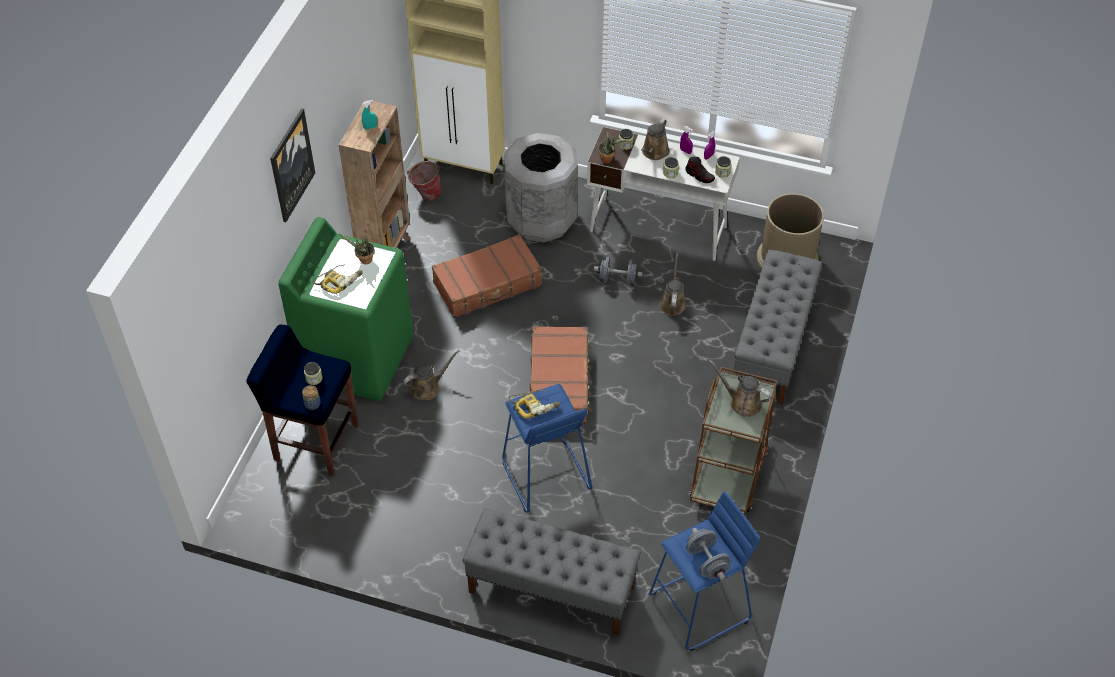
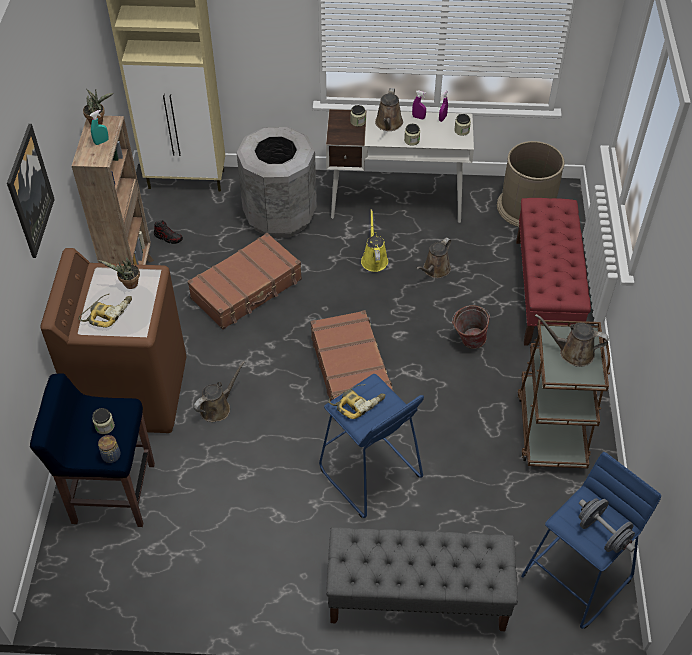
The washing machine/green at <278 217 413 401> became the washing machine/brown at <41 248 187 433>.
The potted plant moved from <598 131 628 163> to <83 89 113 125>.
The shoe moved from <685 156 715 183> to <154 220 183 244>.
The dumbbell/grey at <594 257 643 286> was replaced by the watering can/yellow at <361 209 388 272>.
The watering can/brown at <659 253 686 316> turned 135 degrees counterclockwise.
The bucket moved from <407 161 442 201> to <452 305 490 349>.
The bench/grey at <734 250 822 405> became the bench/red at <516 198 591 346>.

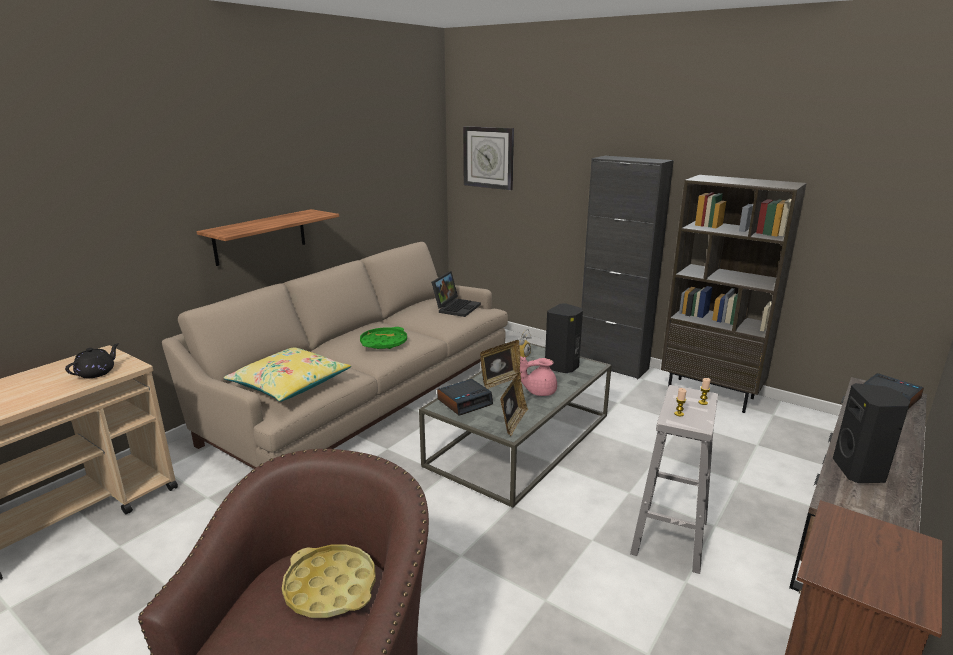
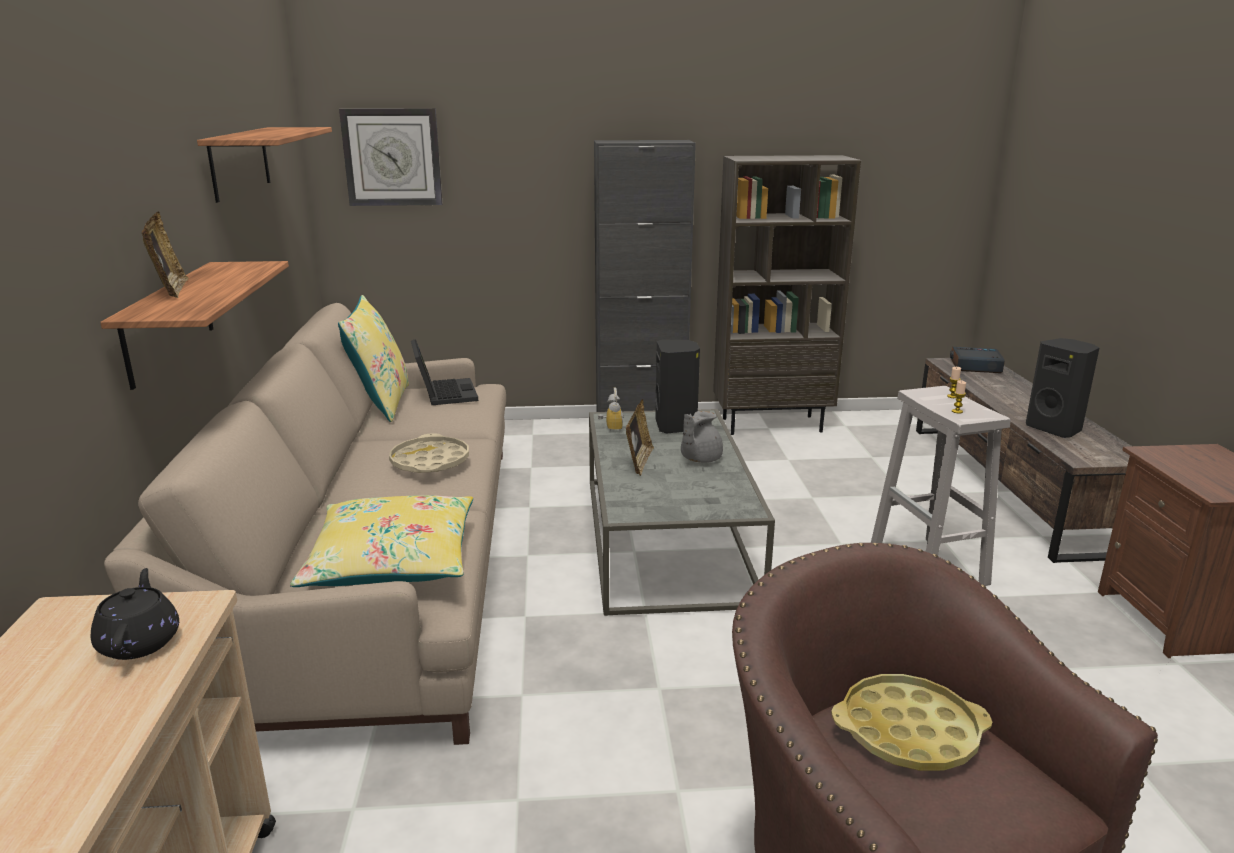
The picture frame moved from <500 372 528 436> to <141 211 189 298>.
The shelf at <197 127 332 203> appeared.
The pillow/yellow at <338 295 409 422> appeared.
The tray/green at <360 327 407 349> became the tray/beige at <389 433 469 473>.
The teapot/pink at <520 356 557 396> became the teapot/grey at <681 411 723 463>.
The alarm clock at <437 379 493 416> disappeared.

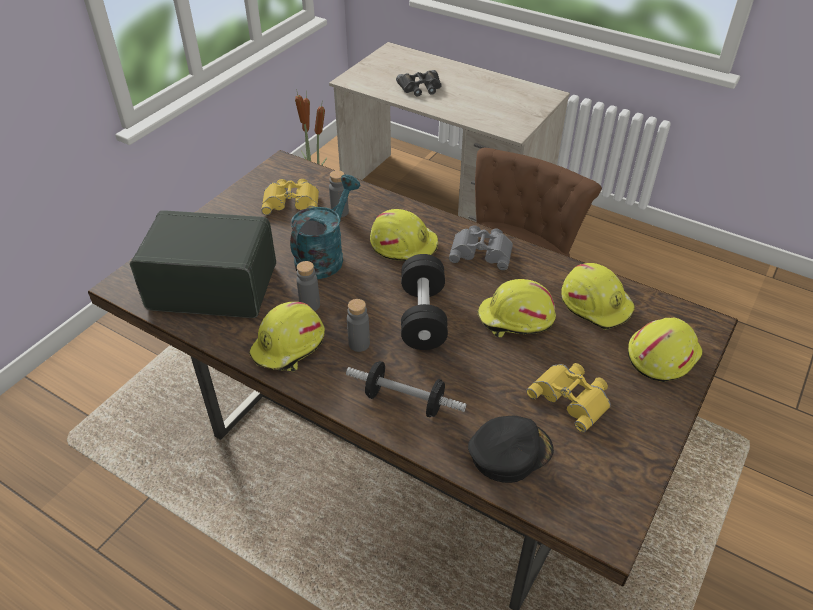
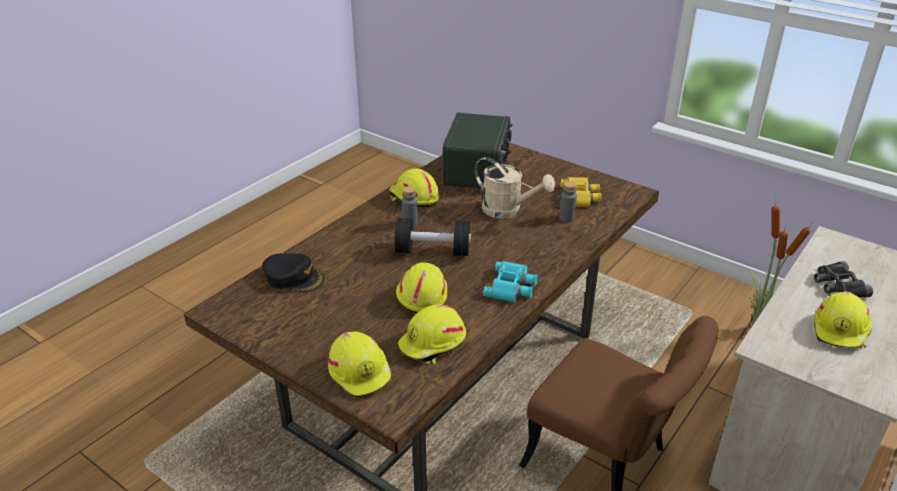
The cap/black at <468 416 554 483> turned 45 degrees counterclockwise.
The watering can/turquoise at <290 174 361 279> became the watering can/beige at <475 157 555 219>.
The binoculars/grey at <449 225 513 270> became the binoculars/turquoise at <483 261 538 303>.
The hard hat/yellow moved from <370 209 438 261> to <814 291 872 348>.
The bottle/grey at <296 261 320 311> disappeared.
The dumbbell at <346 361 467 418> disappeared.
The binoculars/yellow at <526 363 611 432> disappeared.

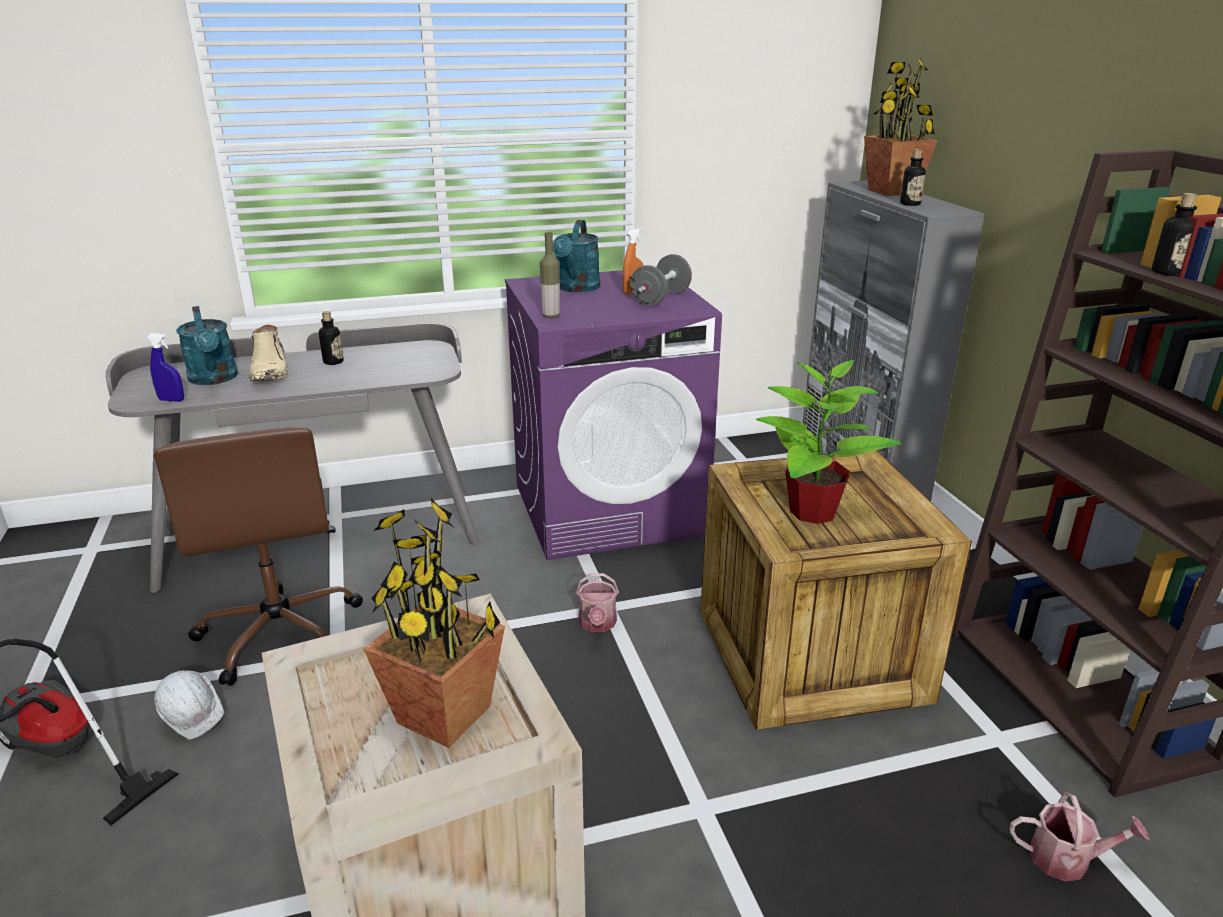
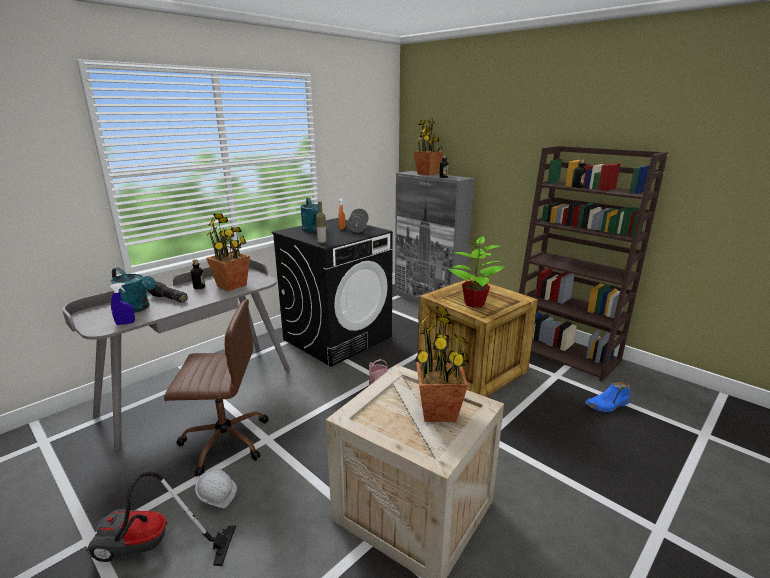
The boot/beige at <249 325 288 382> was replaced by the flashlight at <148 282 188 303>.
The office chair/brown at <154 427 363 686> turned 45 degrees counterclockwise.
The potted plant at <206 213 250 291> appeared.
The washing machine/purple at <505 270 722 560> became the washing machine/black at <272 218 393 367>.
The watering can at <1009 792 1150 881> was replaced by the boot/blue at <585 382 630 412>.

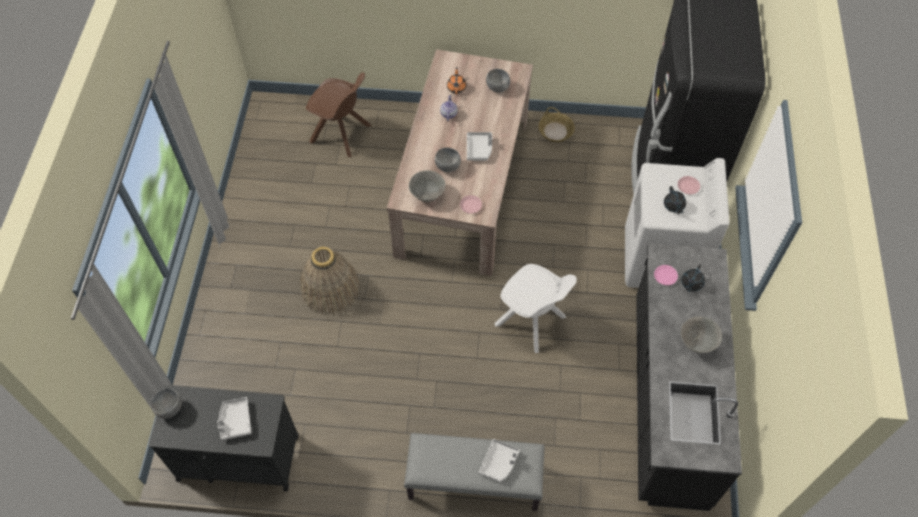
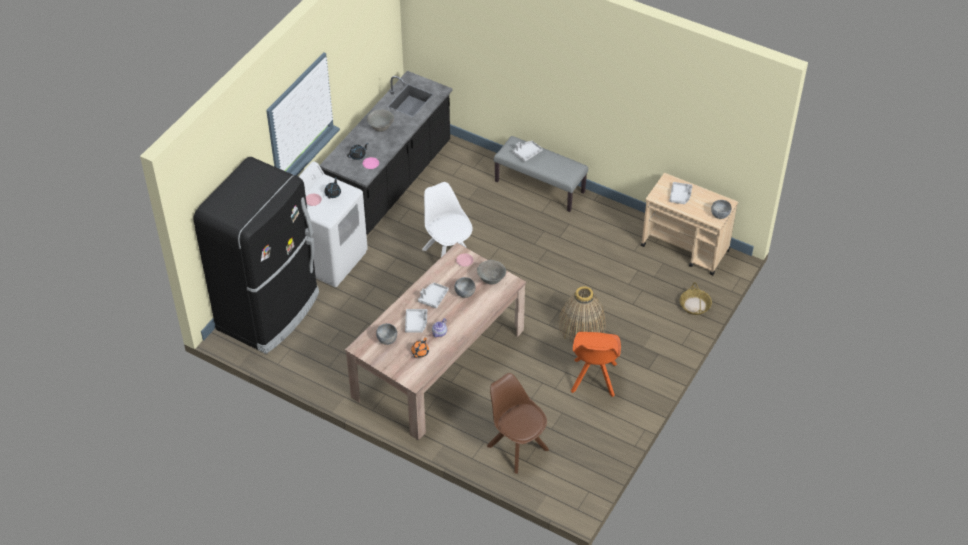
The tray/grey at <405 309 427 333> appeared.
The chair/orange at <571 332 621 397> appeared.
The cart/black at <149 385 299 492> became the cart/beige at <641 173 738 275>.
The basket moved from <539 107 575 142> to <680 282 712 315>.

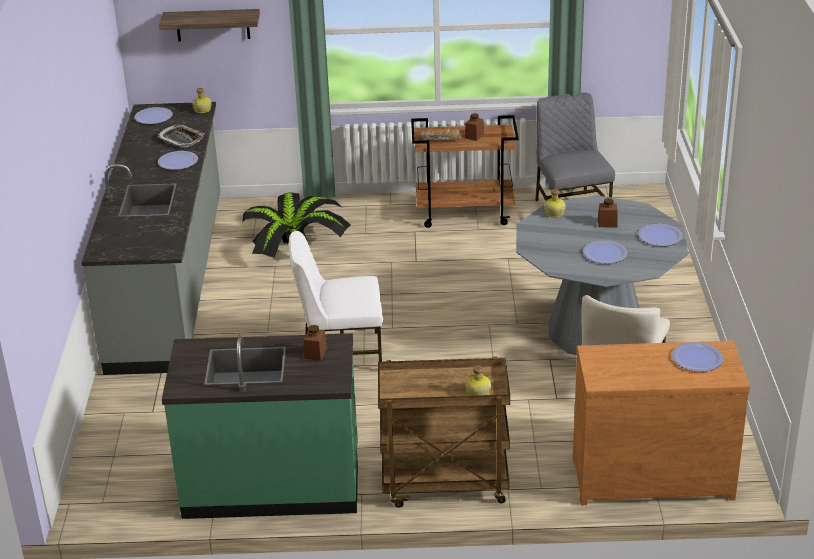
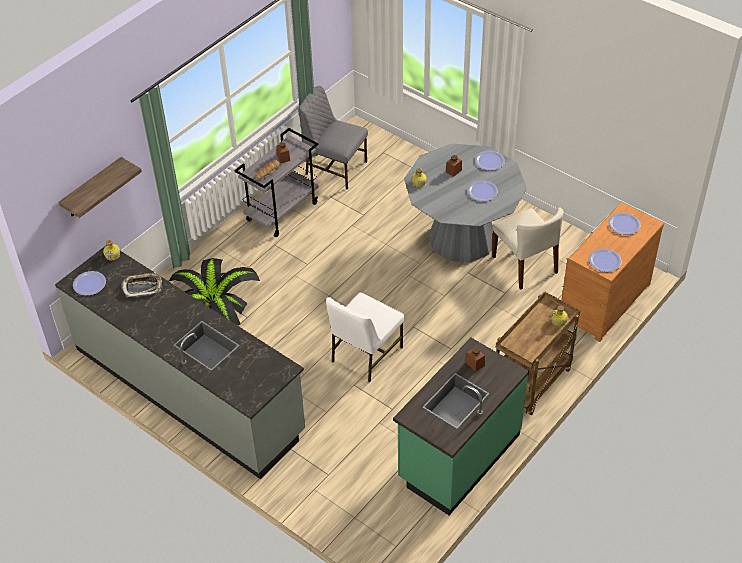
The cart/brown at <411 115 519 228> became the cart/grey at <234 128 319 237>.
The plate moved from <158 151 198 170> to <589 248 622 272>.

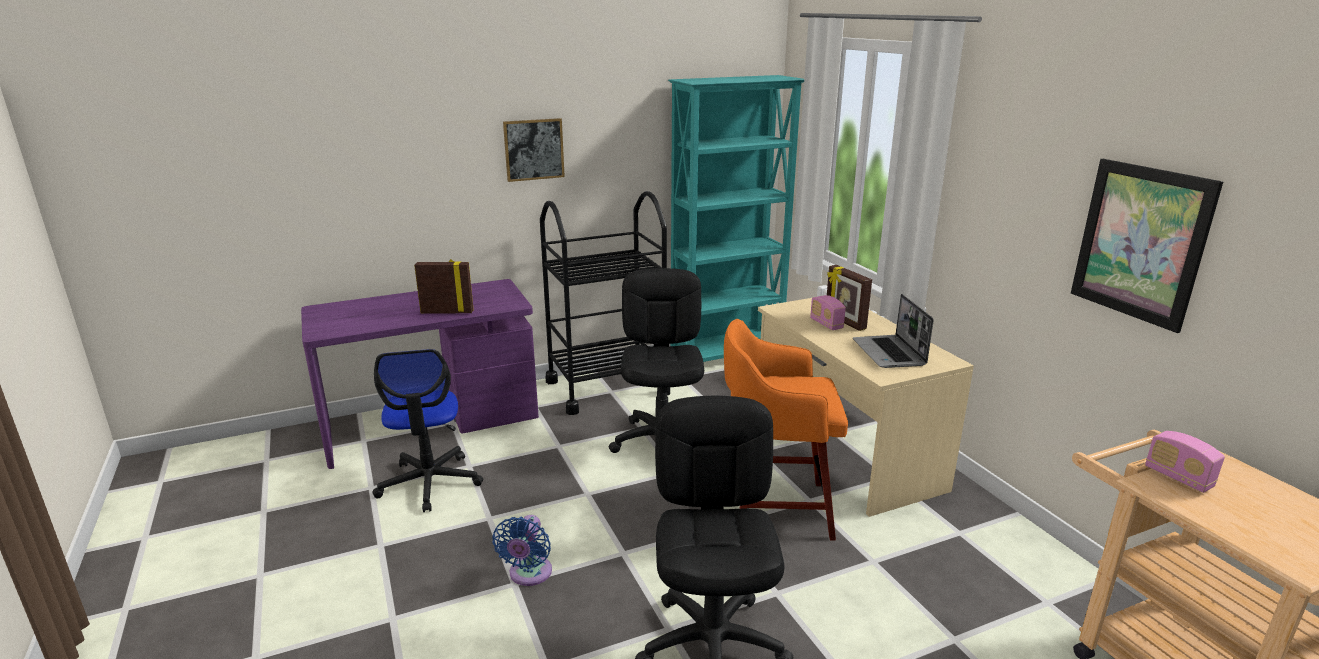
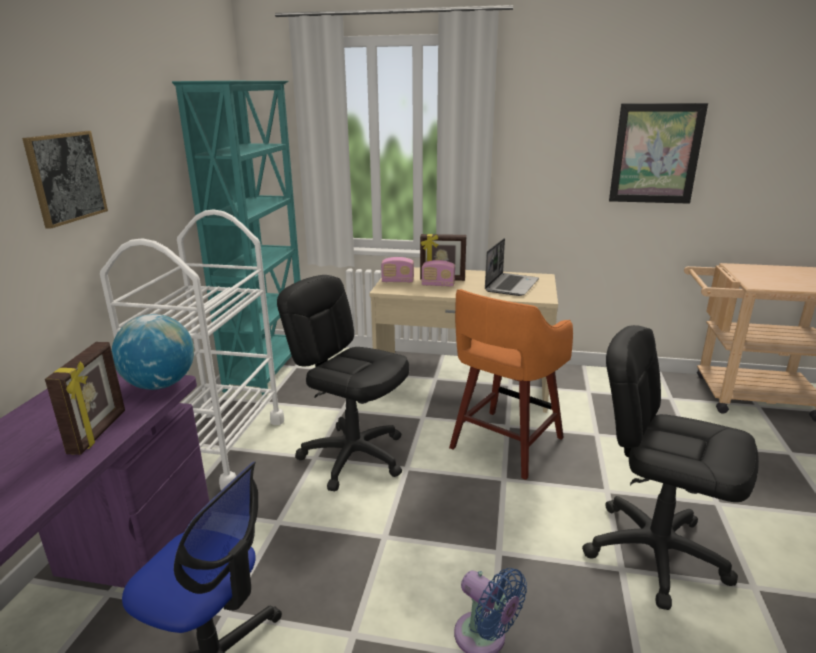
The picture frame at <414 259 474 314> turned 150 degrees clockwise.
The cart/black at <540 191 670 415> became the cart/white at <100 209 284 490>.
The globe at <112 314 194 390> appeared.
The radio moved from <1145 431 1225 493> to <381 257 414 283>.
The laptop at <853 294 934 368> turned 90 degrees counterclockwise.

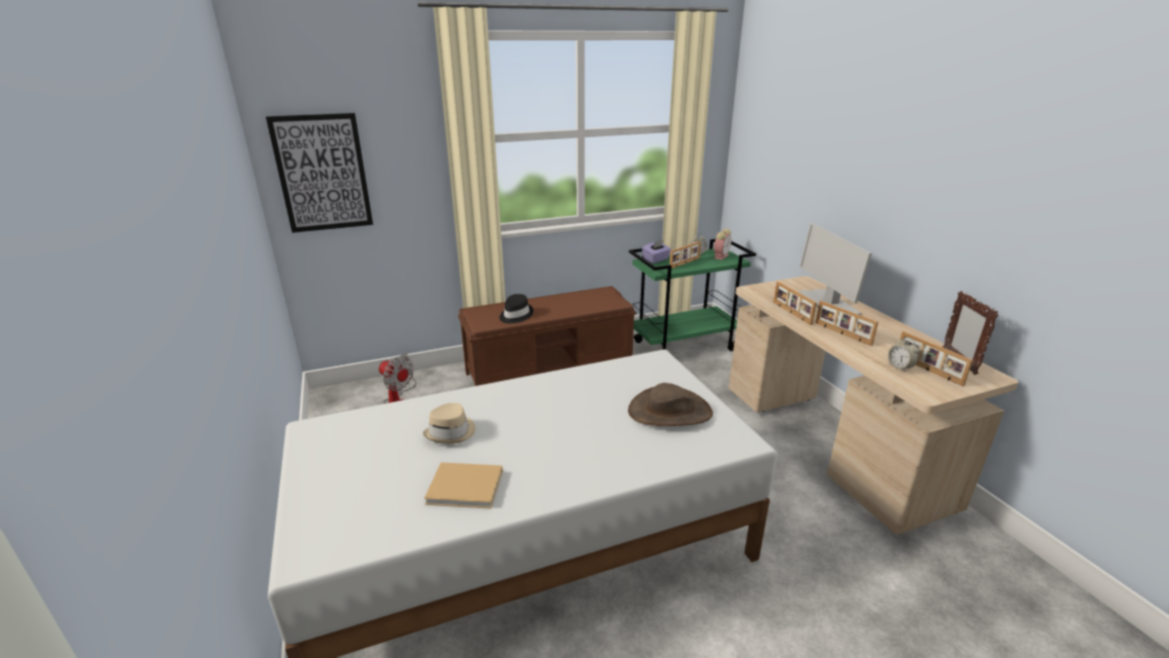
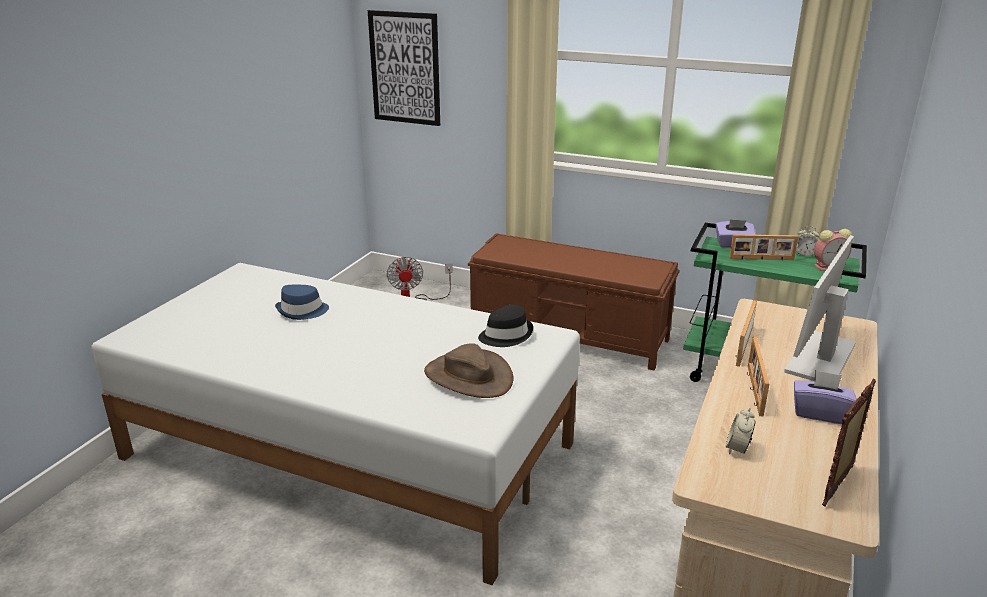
The hat/beige at <423 403 475 444> became the hat/blue at <275 285 329 320>.
The hat/black moved from <500 294 533 324> to <478 304 533 347>.
The tissue box/purple at <794 370 857 424> appeared.
The book/beige at <424 462 503 509> disappeared.
The picture frame at <900 331 973 386> disappeared.

